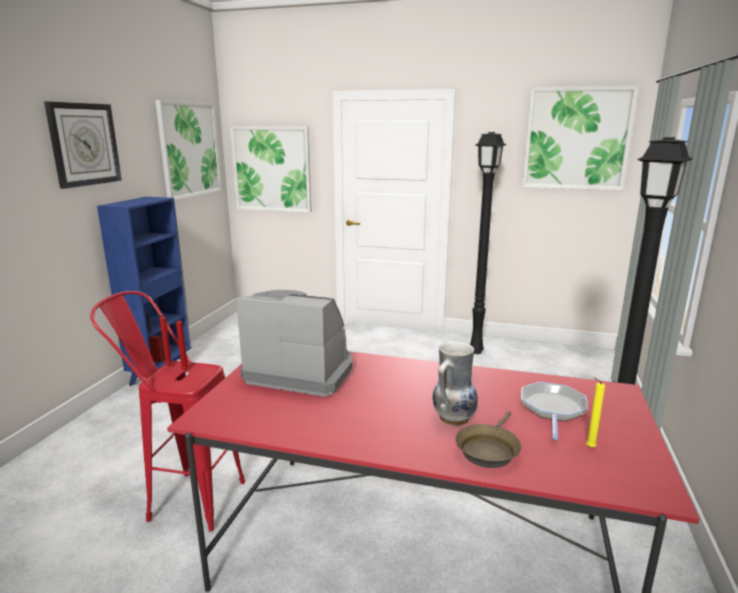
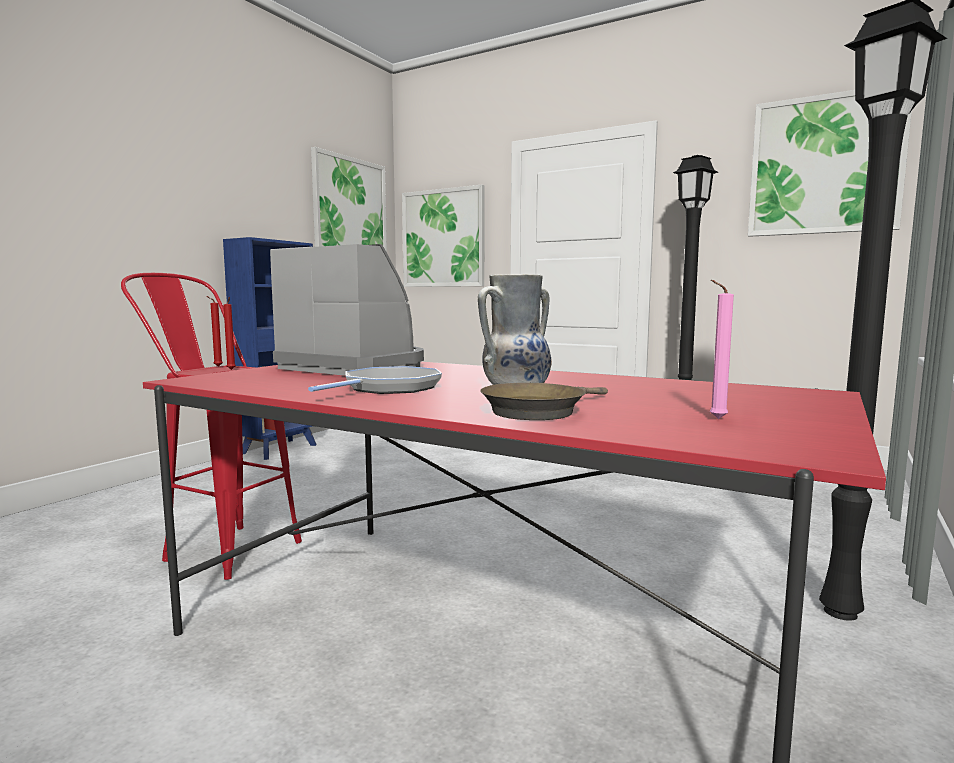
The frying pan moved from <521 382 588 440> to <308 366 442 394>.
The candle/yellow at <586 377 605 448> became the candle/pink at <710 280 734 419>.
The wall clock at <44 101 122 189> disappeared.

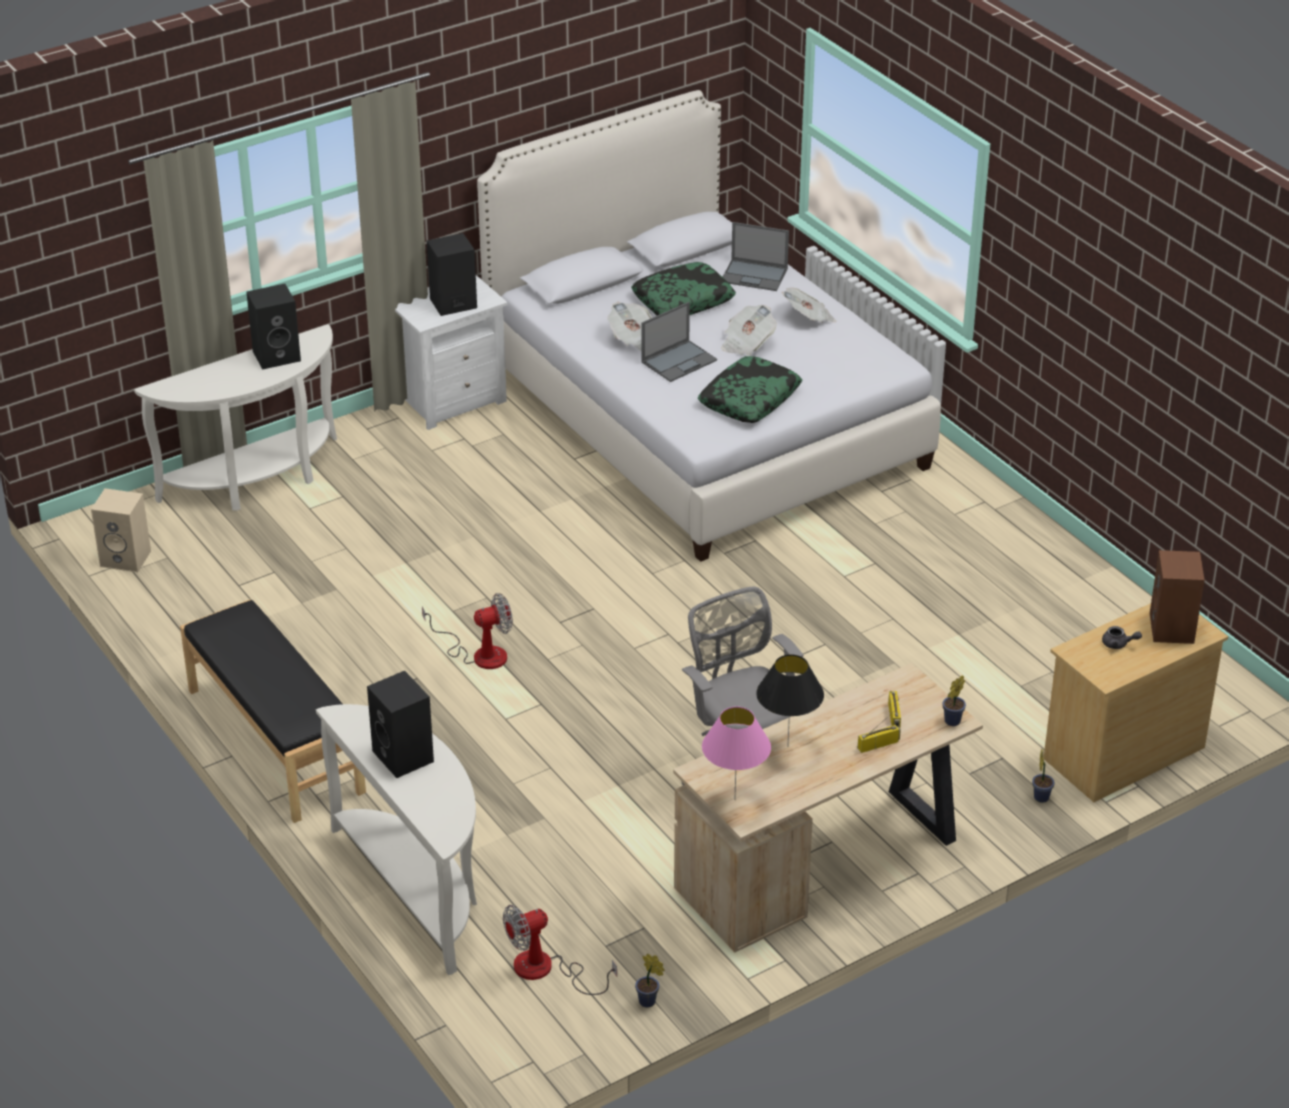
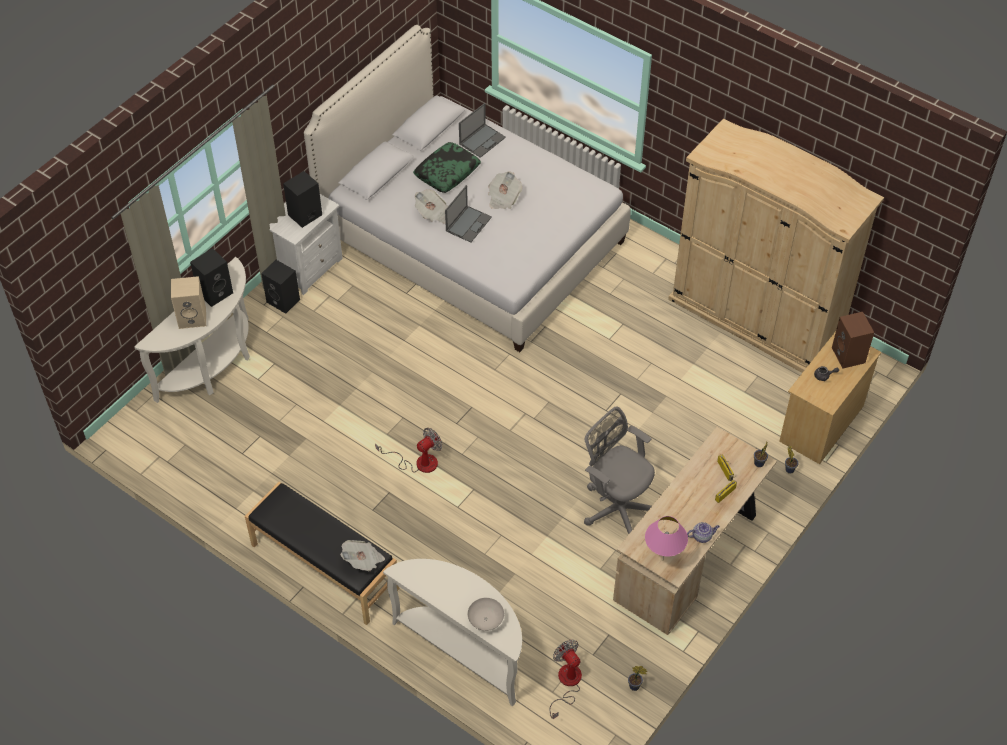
The speaker/beige moved from <91 488 151 572> to <171 276 206 329>.
The speaker/black moved from <367 671 434 778> to <261 260 300 314>.
The newspaper moved from <782 288 837 323> to <340 540 385 571>.
The laptop at <723 222 789 291> turned 45 degrees counterclockwise.
The bowl/white at <468 598 504 631> appeared.
The fan at <503 905 617 995> turned 105 degrees clockwise.
The wardrobe/beige at <668 118 884 373> appeared.
The teapot at <687 522 720 543> appeared.
The pillow at <698 356 802 423> disappeared.
The table lamp/black at <756 654 824 747> disappeared.

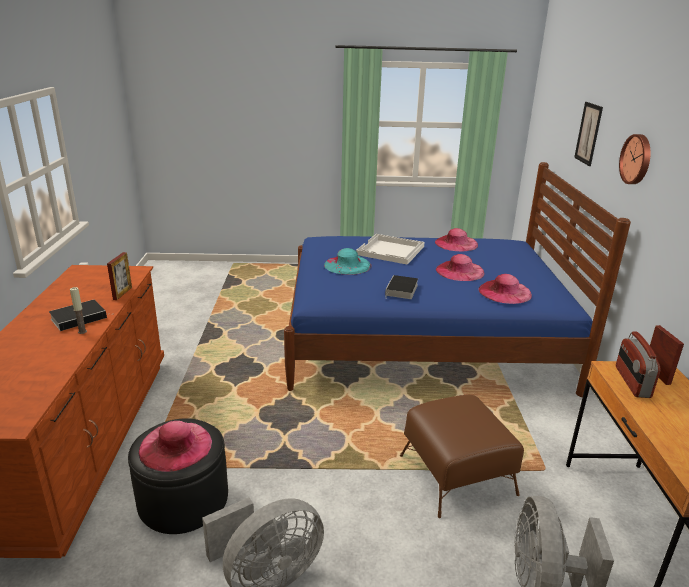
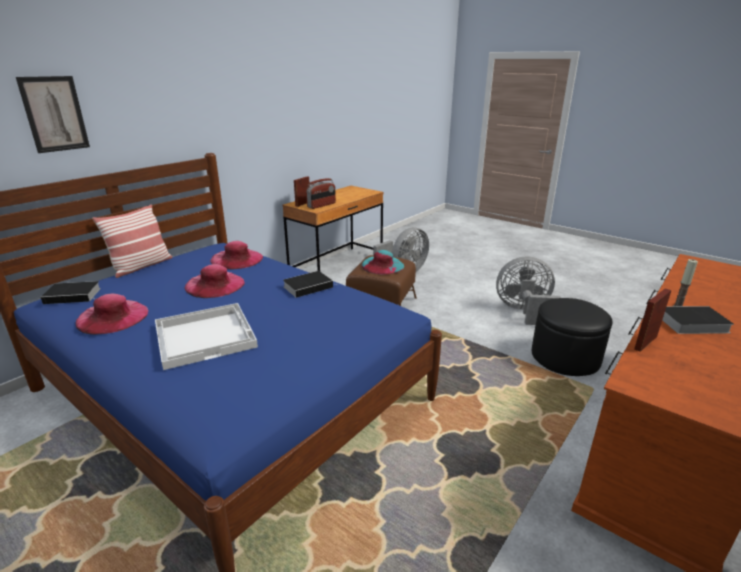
The book at <40 281 101 304> appeared.
The pillow at <92 204 172 278> appeared.
The hat/turquoise moved from <324 248 372 275> to <362 250 404 275>.
The hat/pink at <139 421 212 472> disappeared.
The wall clock at <619 134 651 184> disappeared.

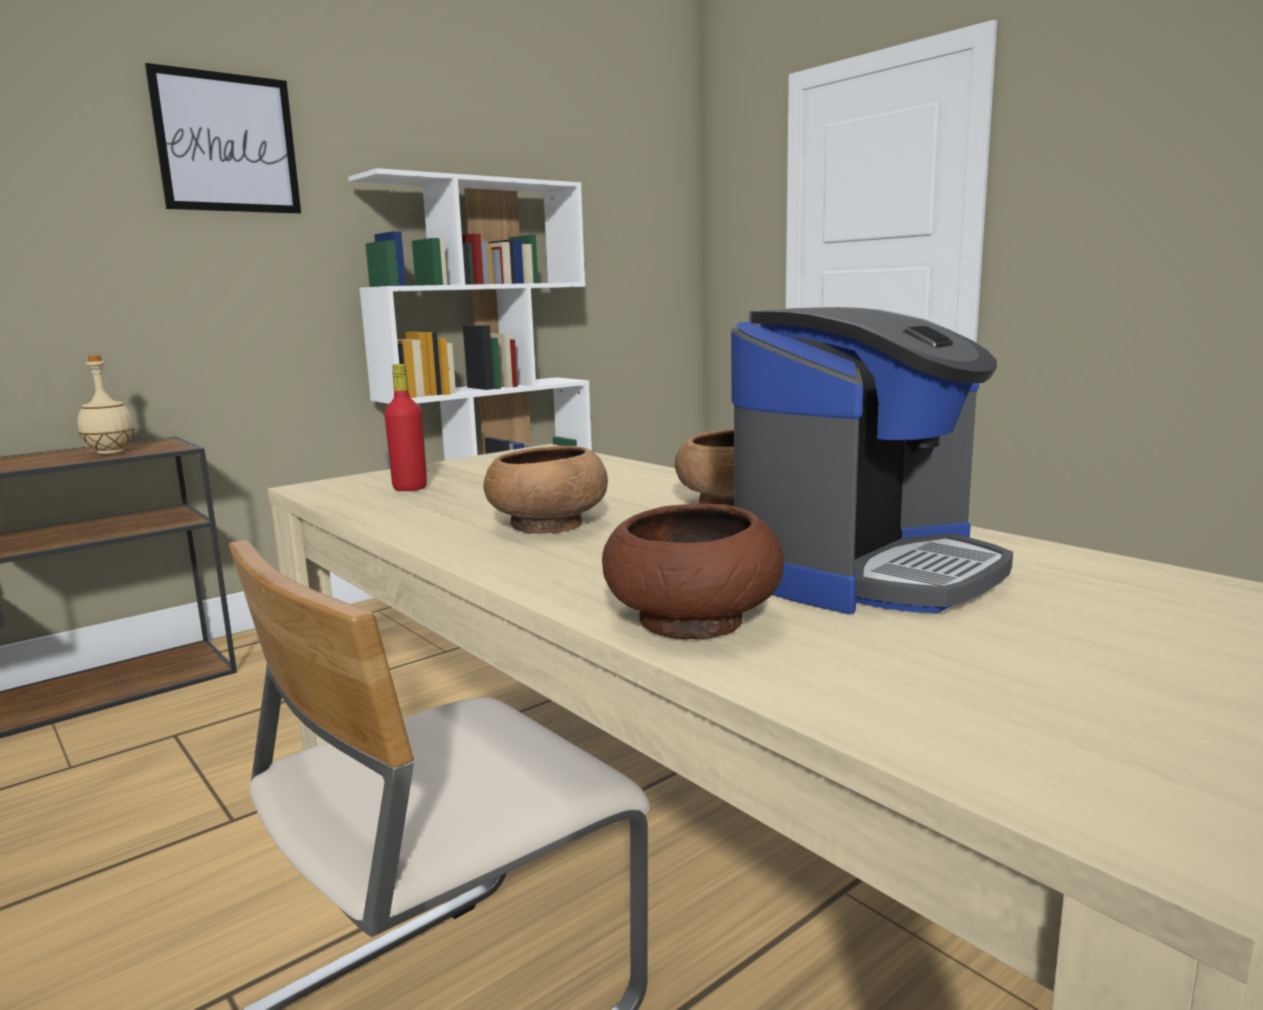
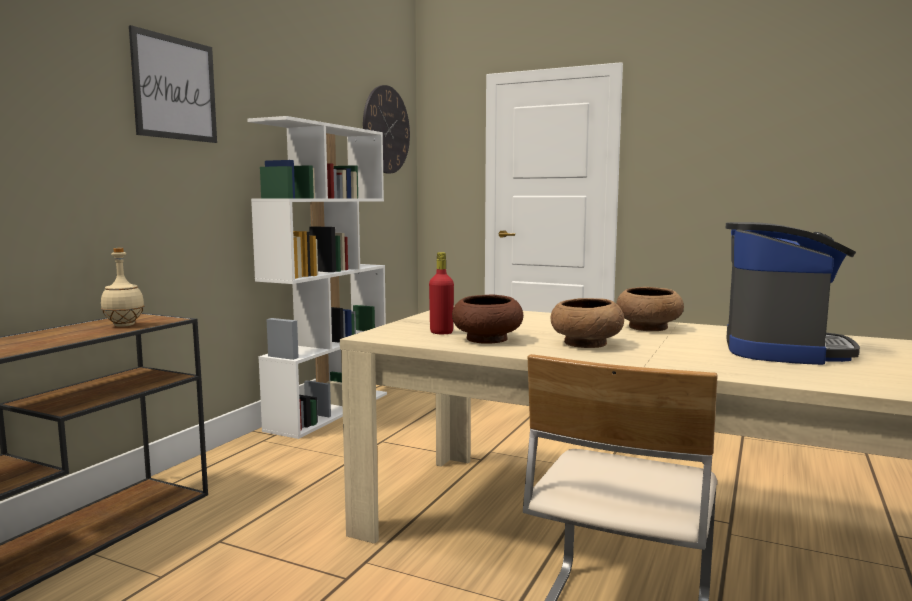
The wall clock at <363 85 410 174> appeared.
The bowl/brown moved from <602 504 784 639> to <452 294 523 344>.

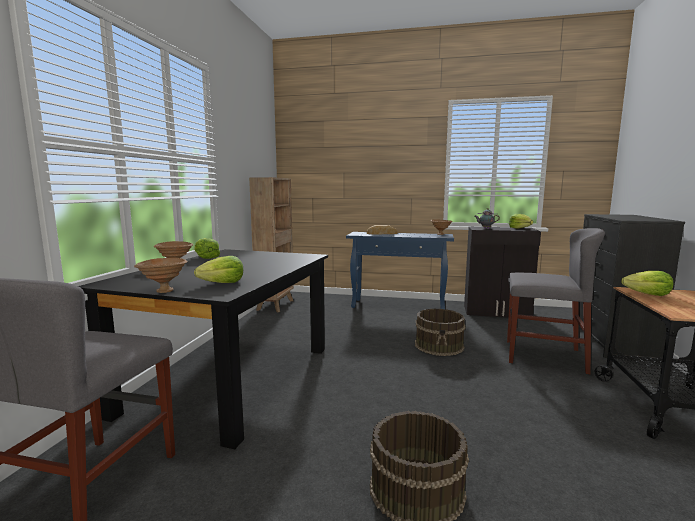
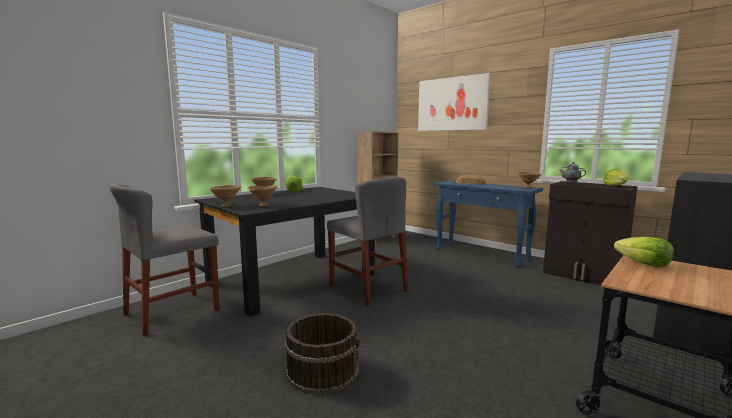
The lettuce at <194 256 243 283> was replaced by the bowl/brown at <247 185 278 206>.
The chair/grey moved from <507 228 605 374> to <327 177 408 306>.
The picture at <418 73 491 131> appeared.
The bucket/brown at <415 309 466 356> disappeared.

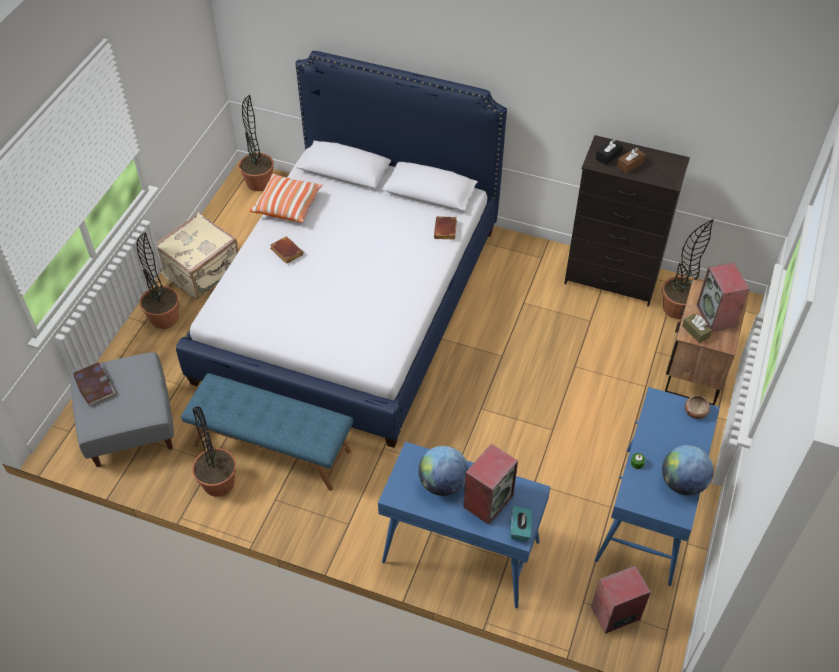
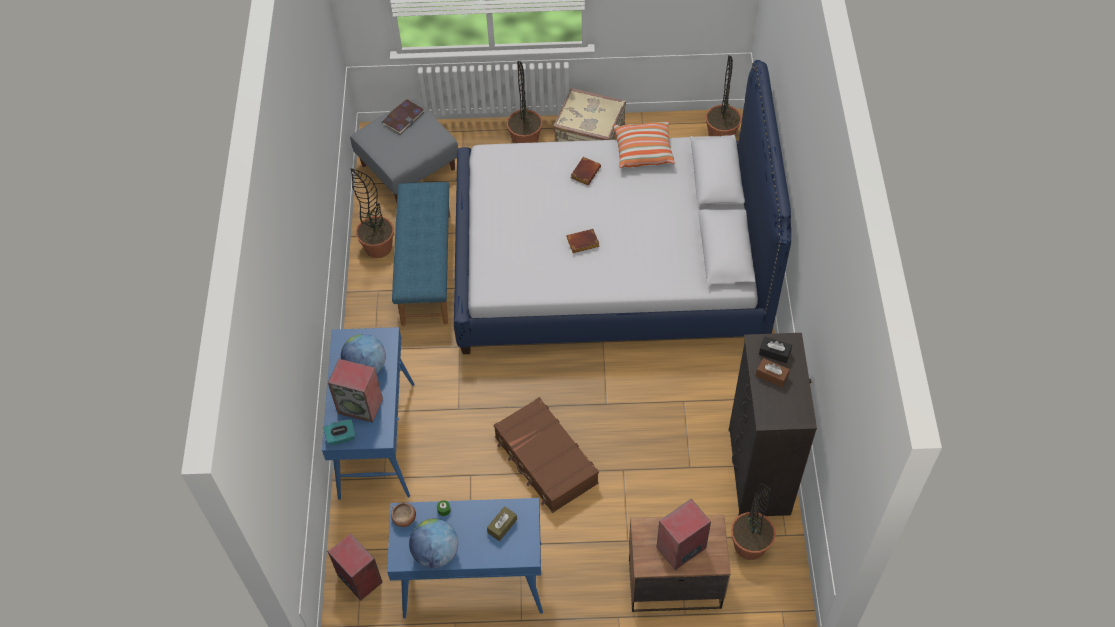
The bowl moved from <685 395 710 419> to <391 503 416 527>.
The tissue box/brown moved from <682 314 712 343> to <487 506 517 541>.
The suitcase/brown at <494 397 599 513> appeared.
The book/brown moved from <434 216 457 239> to <567 229 599 253>.

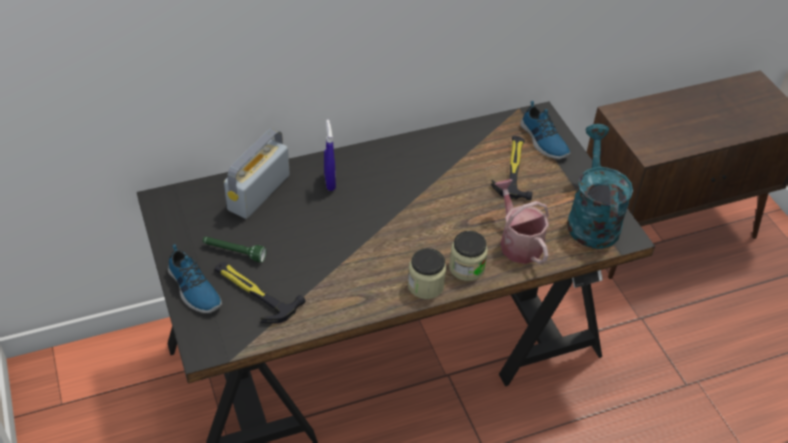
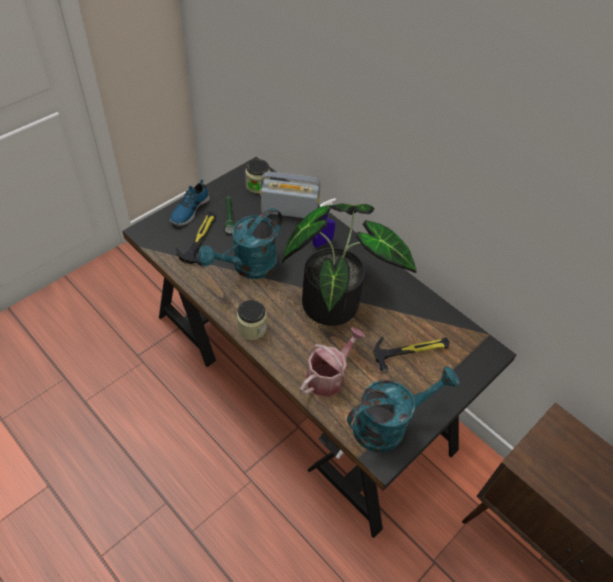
The watering can/turquoise at <198 208 283 279> appeared.
The jar moved from <449 231 488 281> to <245 159 270 194>.
The potted plant at <282 203 417 326> appeared.
The shoe at <520 101 570 159> disappeared.

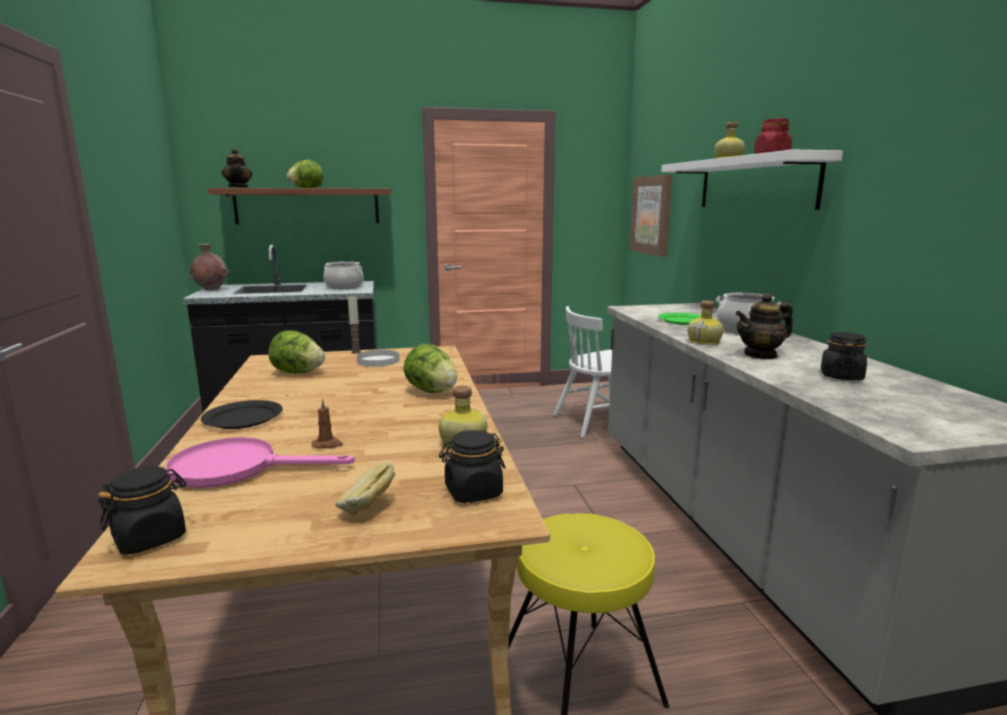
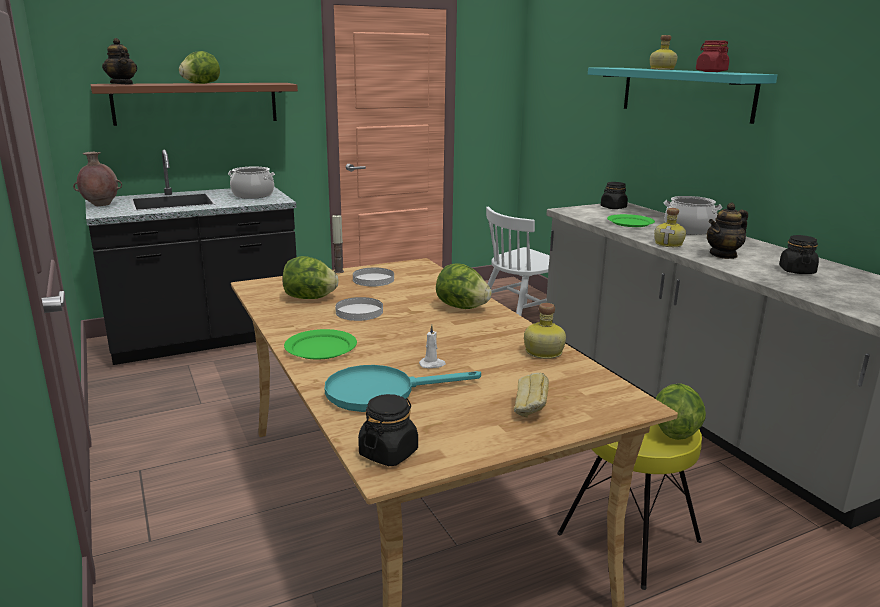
The plate/black at <201 400 283 429> became the plate/green at <284 329 357 360>.
The frying pan/pink at <166 437 355 488> became the frying pan/turquoise at <325 365 481 412>.
The plate/white at <335 297 383 321> appeared.
The candle/brown at <312 399 343 449> became the candle/white at <419 325 446 368>.
The shelf/white at <661 149 843 210> became the shelf/turquoise at <588 68 777 124>.
The jar/black moved from <439 430 506 503> to <601 182 628 209>.
The lettuce at <656 383 706 440> appeared.
The picture at <630 175 672 256> disappeared.

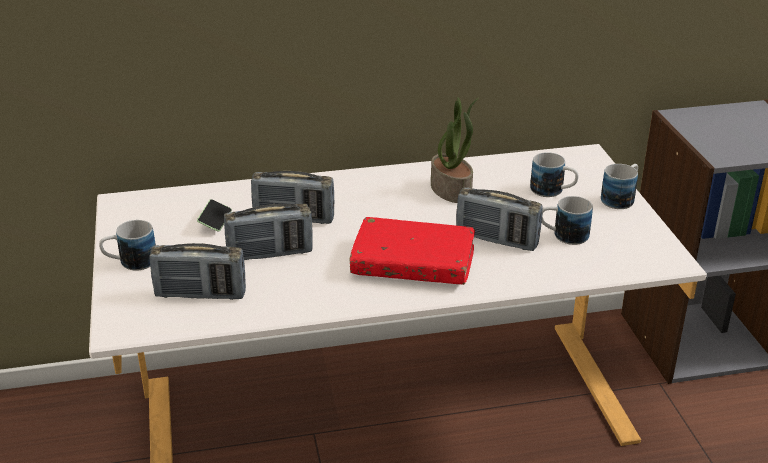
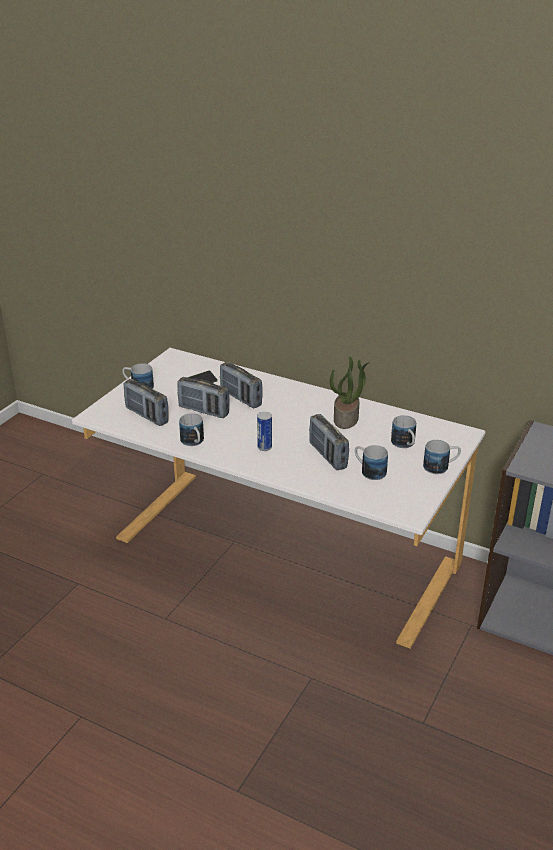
The mug at <179 413 204 446> appeared.
The book/red at <349 217 475 285> was replaced by the can at <257 412 272 451>.

